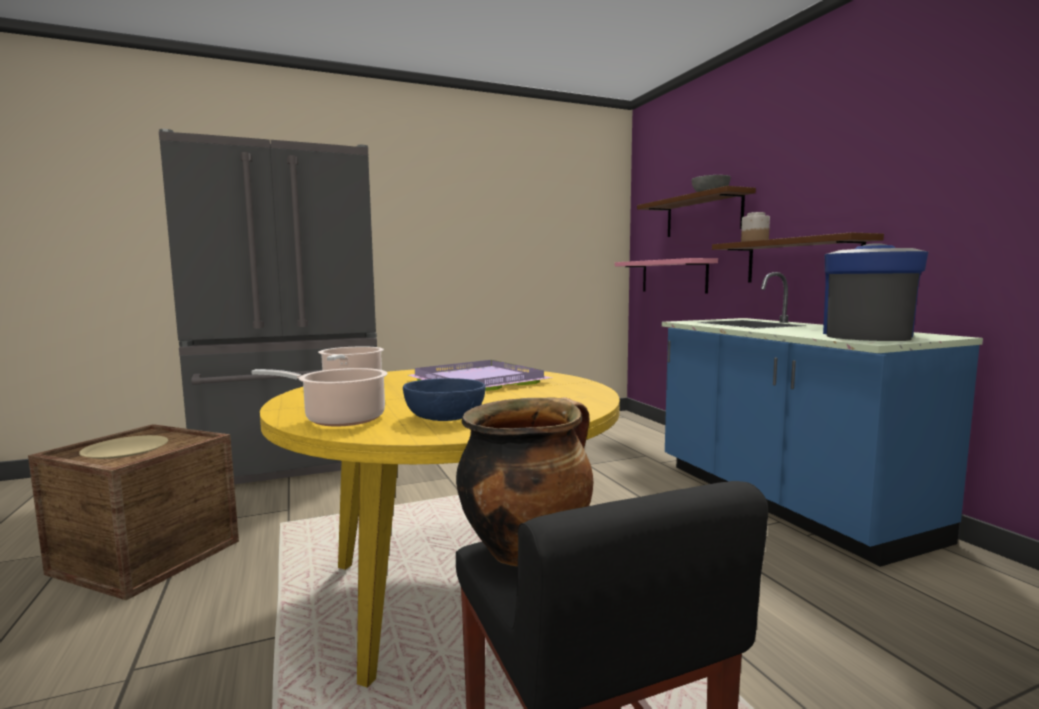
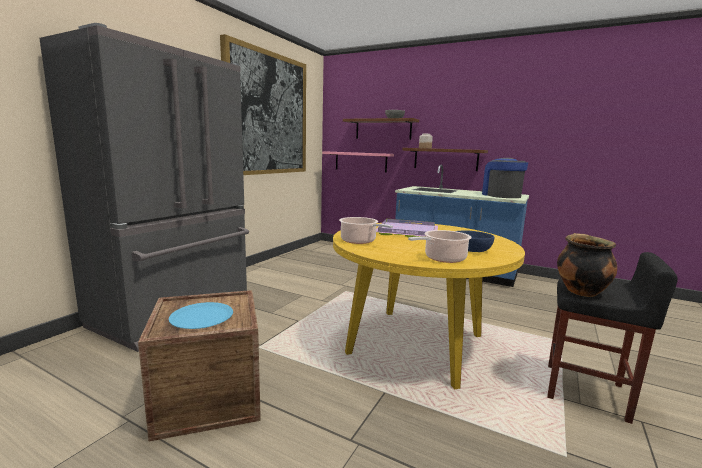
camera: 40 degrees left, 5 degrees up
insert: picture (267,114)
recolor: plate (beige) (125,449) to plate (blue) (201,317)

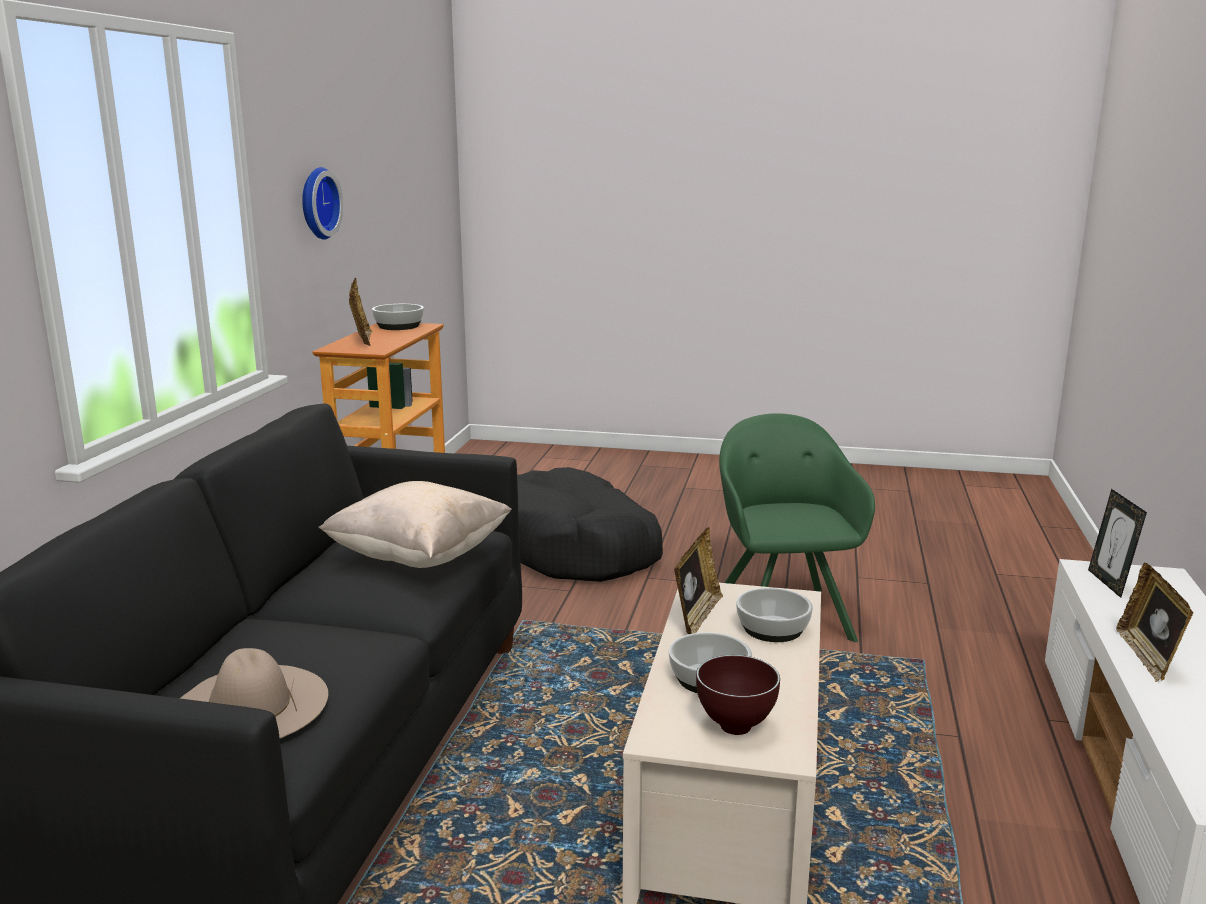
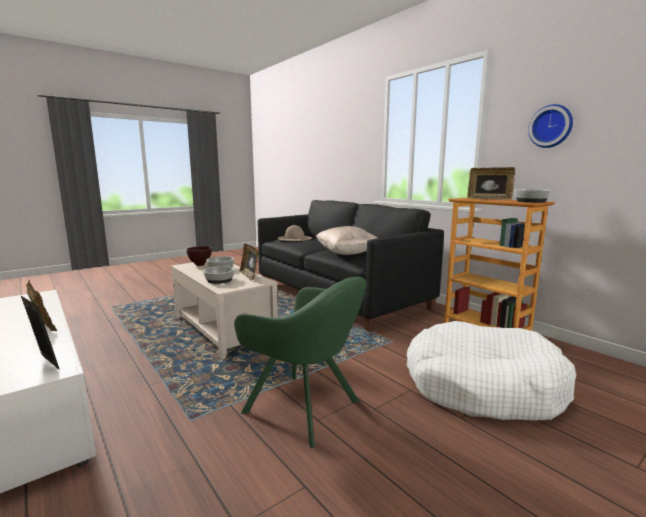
camera: 130 degrees right, 5 degrees down
recolor: dog bed (black) (578,549) to dog bed (white) (482,386)

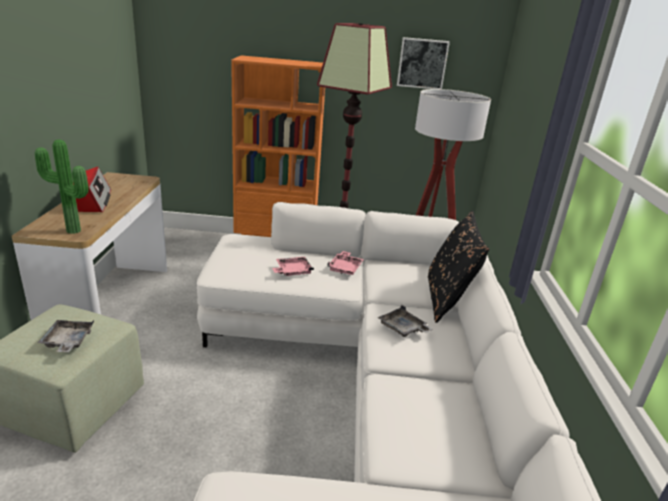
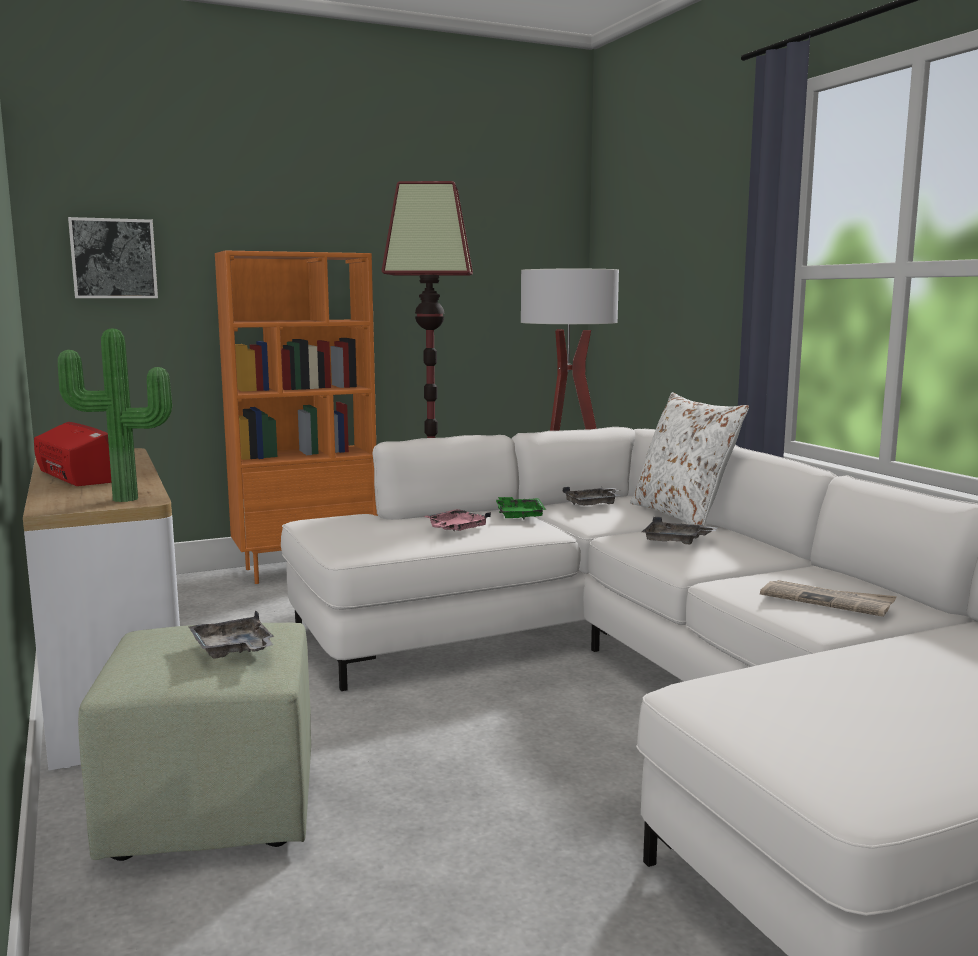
camera: 25 degrees left, 15 degrees down
insert: tray (grey) (593,504); newspaper (827,601)
move: picture (422,63) to (113,258)
recolor: pillow (black) (447,300) to pillow (white) (683,515); tray (pink) (345,268) to tray (green) (519,515)

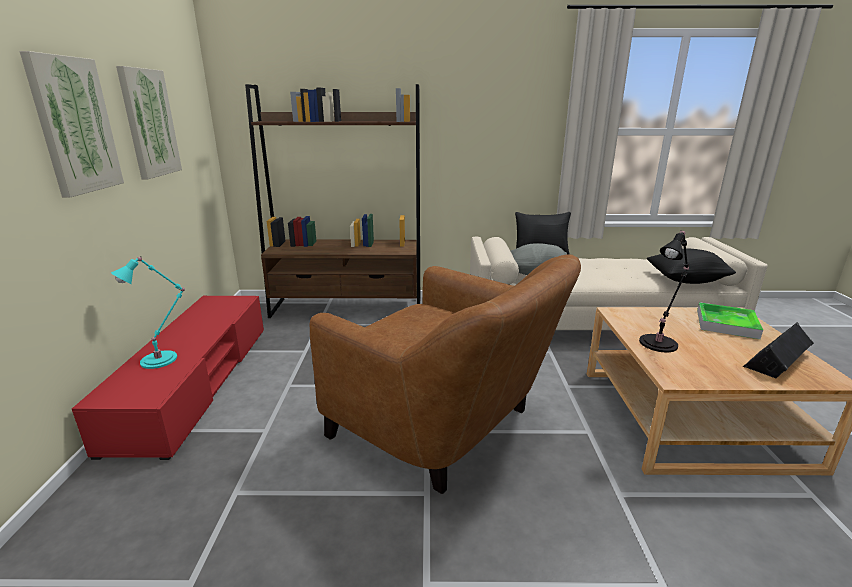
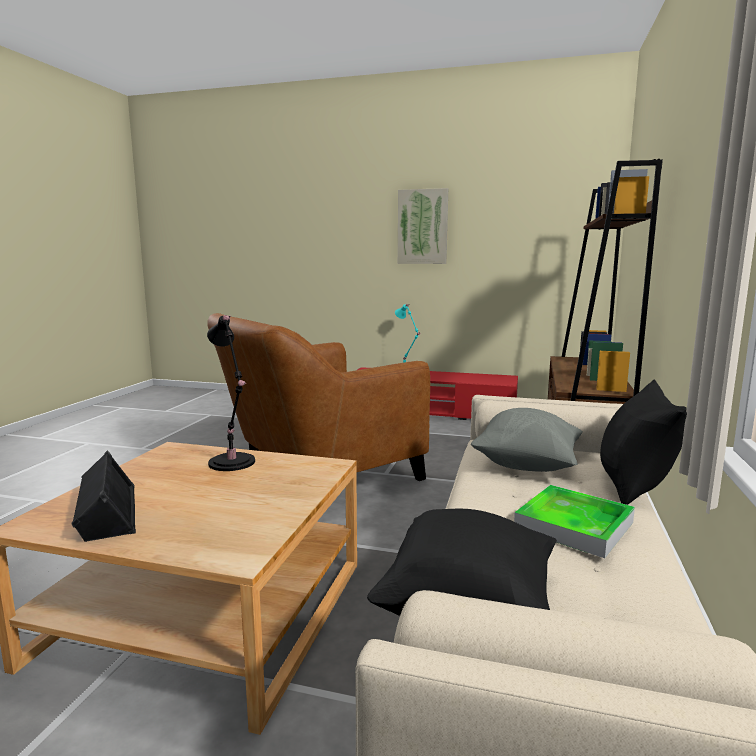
camera: 105 degrees right, 10 degrees down
delete: picture (149,123)
move: tray (726,324) to (574,525)

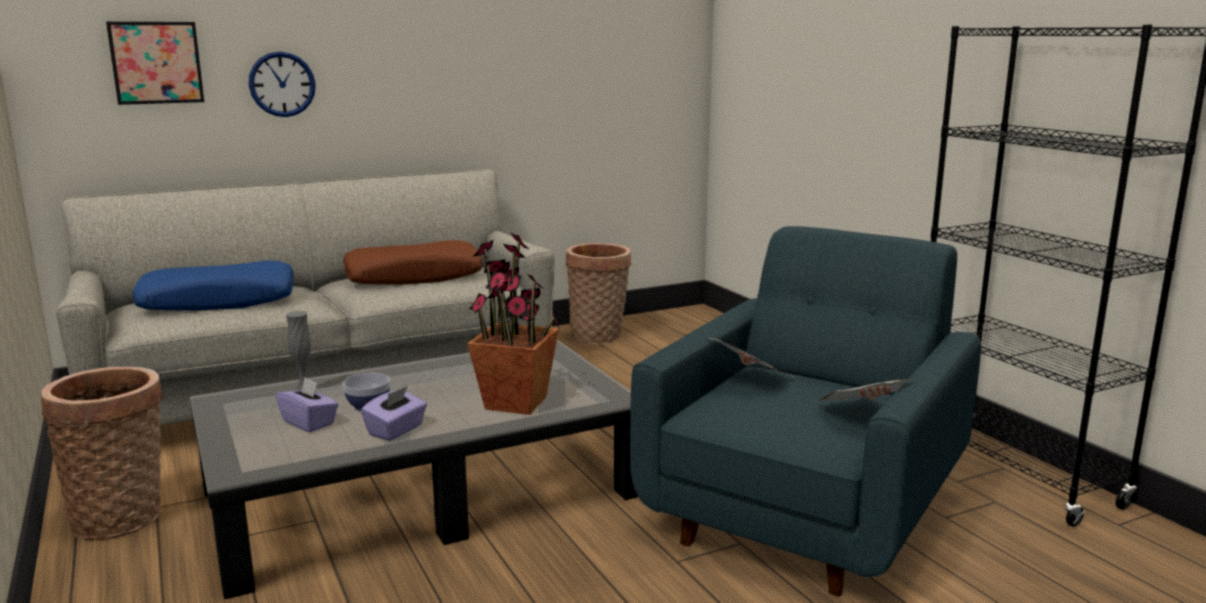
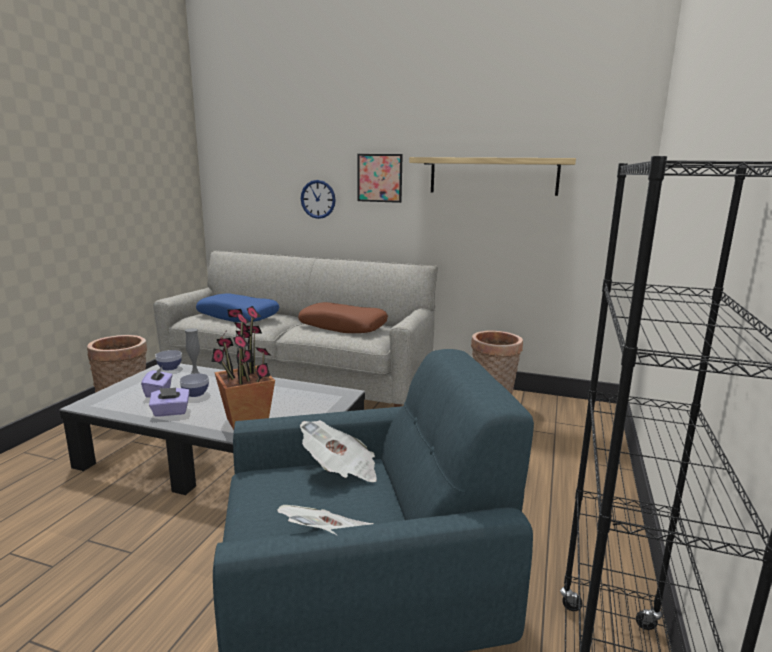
camera: 45 degrees right, 0 degrees up
insert: shelf (493,176); bowl (169,368)
move: picture (156,62) to (379,178)

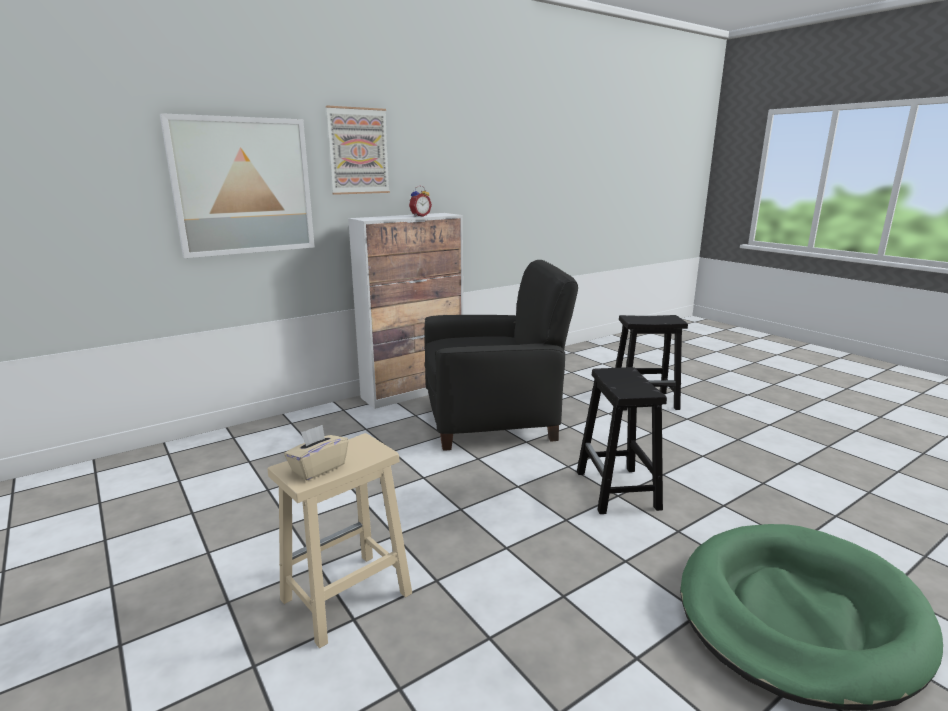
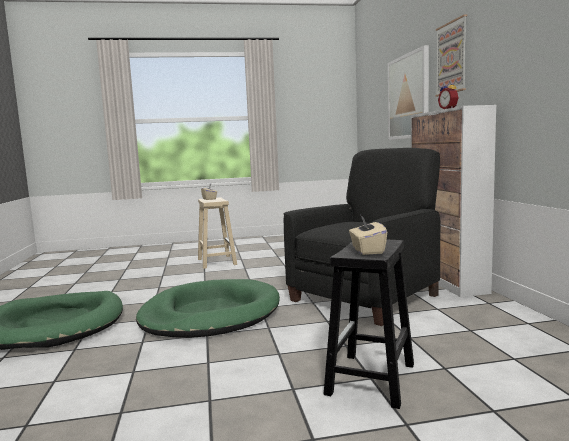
camera: 115 degrees right, 10 degrees down
insert: tissue box (beige) (367,250)
replace: stool (black) (618,491) to dog bed (green) (210,314)
rotate: armchair (black) (491,419) = (365,297) 150 degrees counterclockwise

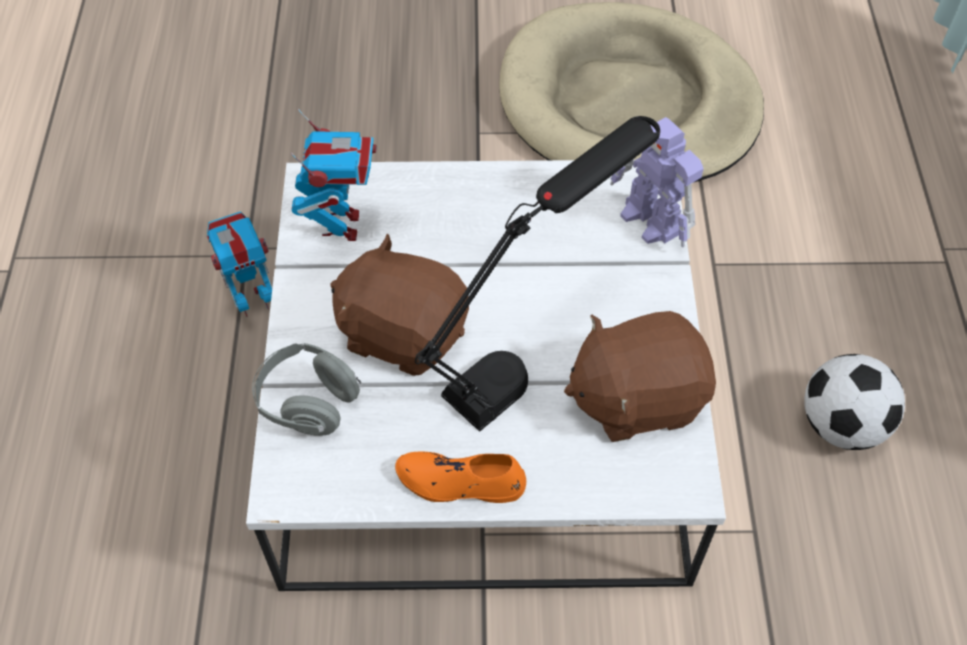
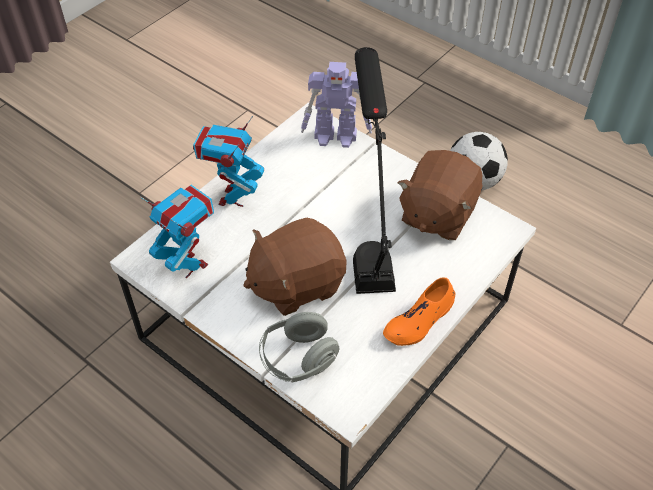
camera: 50 degrees left, 5 degrees down
delete: dog bed (beige) (627,104)
move: toy robot (252,301) to (233,197)

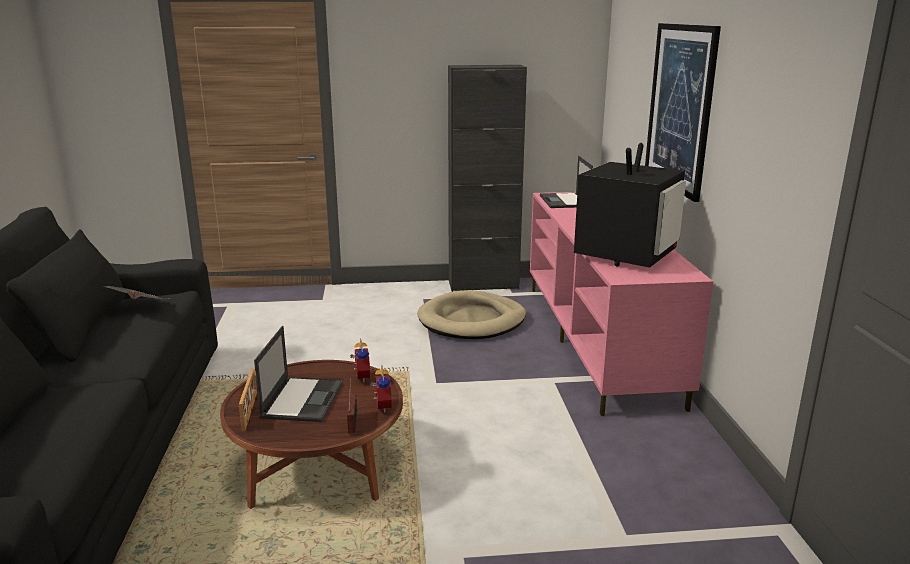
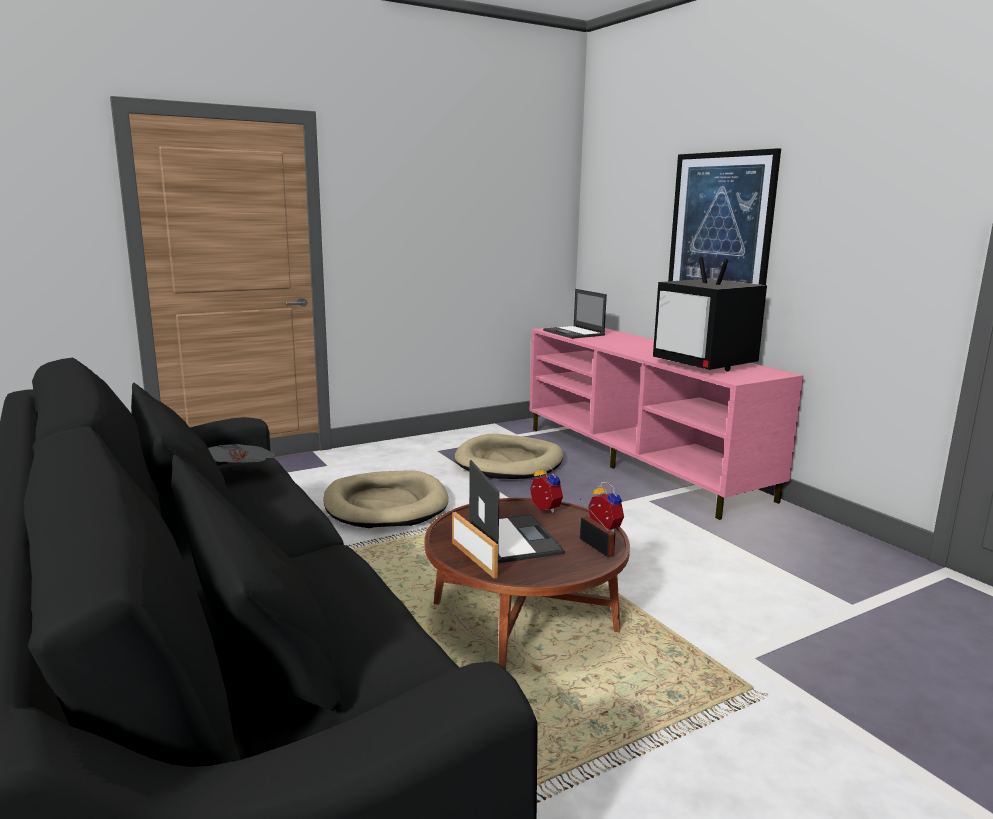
camera: 25 degrees left, 5 degrees down
delete: cabinet (black) (483,285)
insert: dog bed (beige) (386,505)
rotate: television (625,256) = (705,365) 135 degrees clockwise

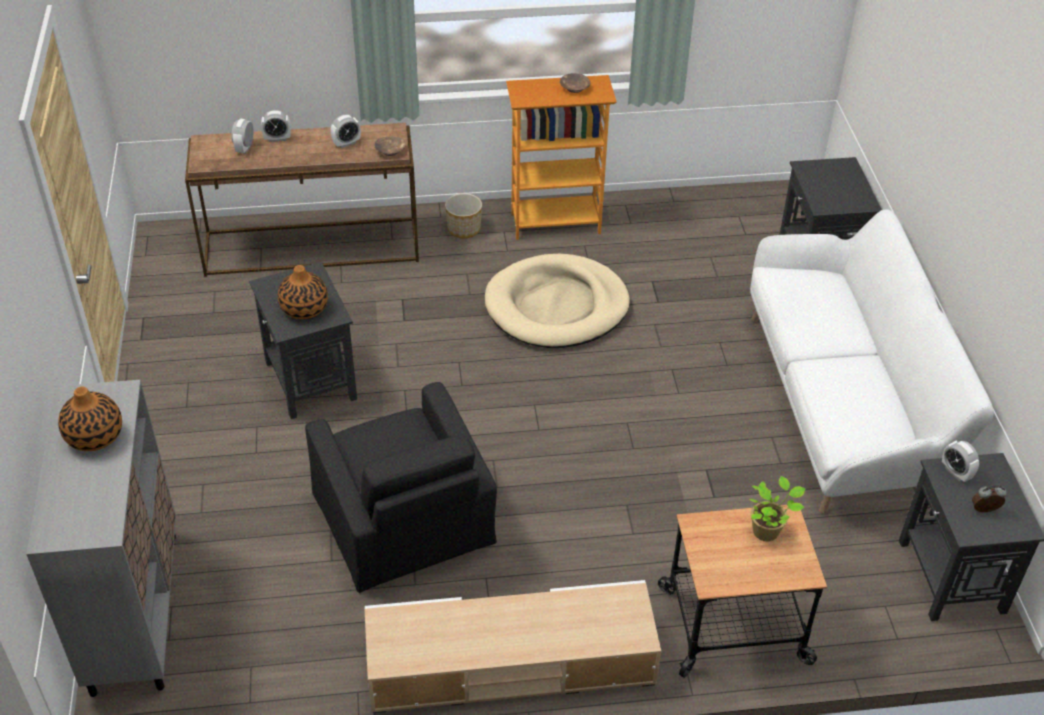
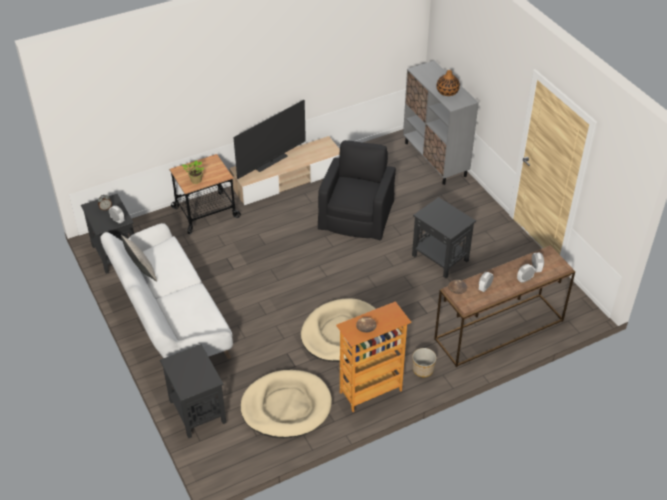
camera: 160 degrees right, 0 degrees up
delete: vase (304,308)
insert: television (271,162); pillow (beige) (141,271); dog bed (beige) (286,406)
rotate: armchair (black) (404,520) = (356,213) 60 degrees clockwise

